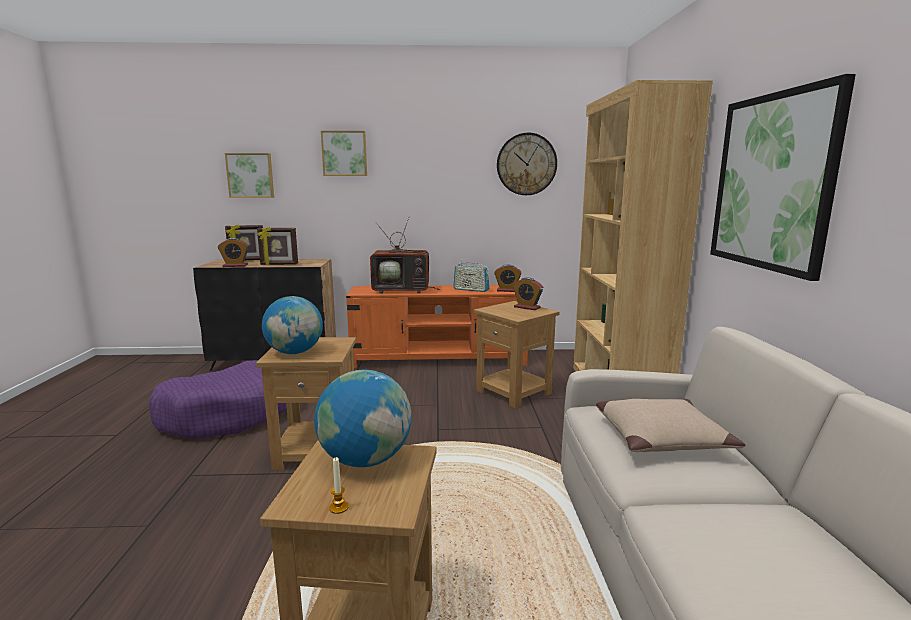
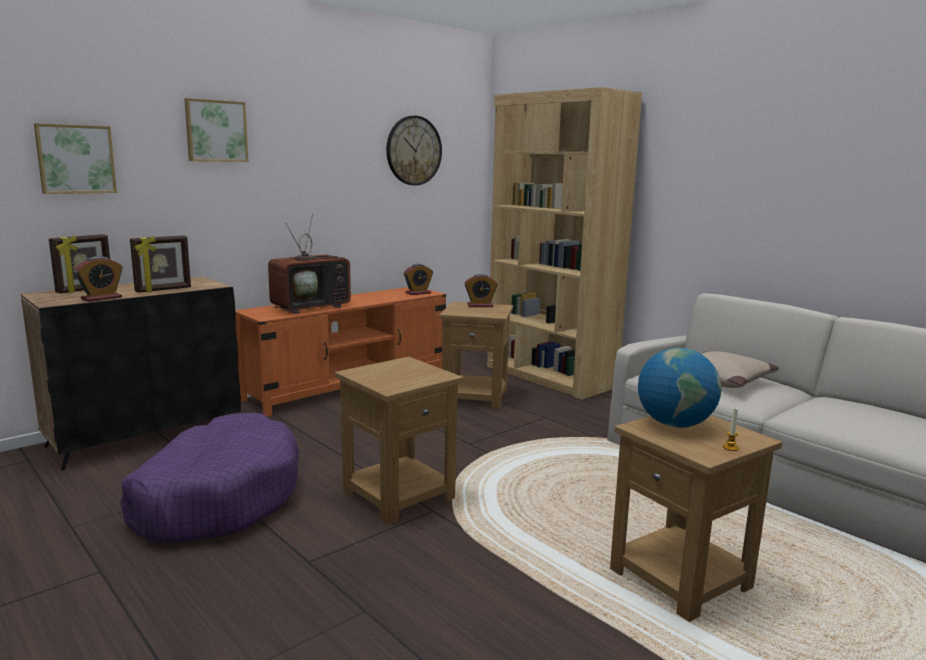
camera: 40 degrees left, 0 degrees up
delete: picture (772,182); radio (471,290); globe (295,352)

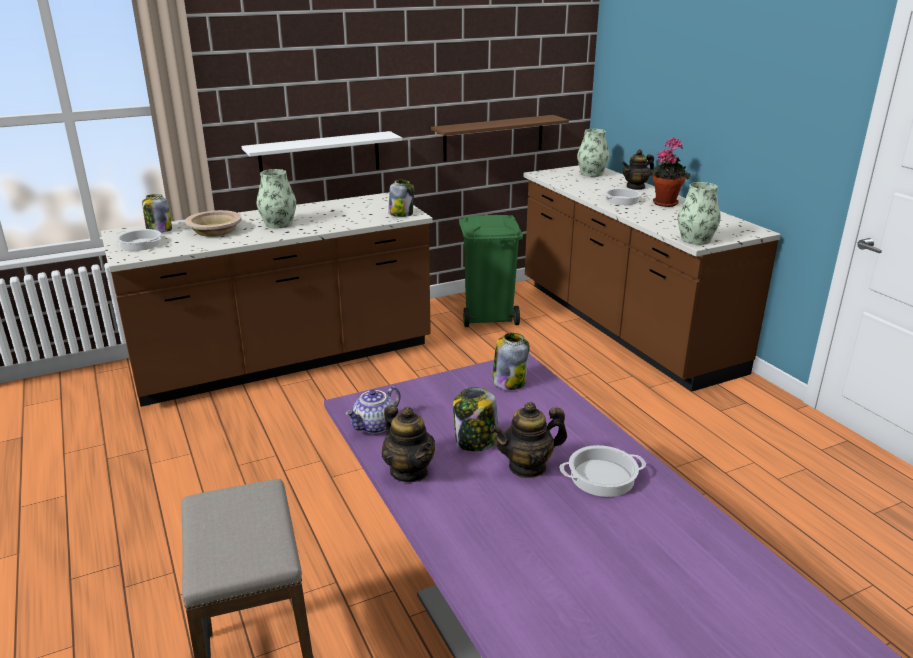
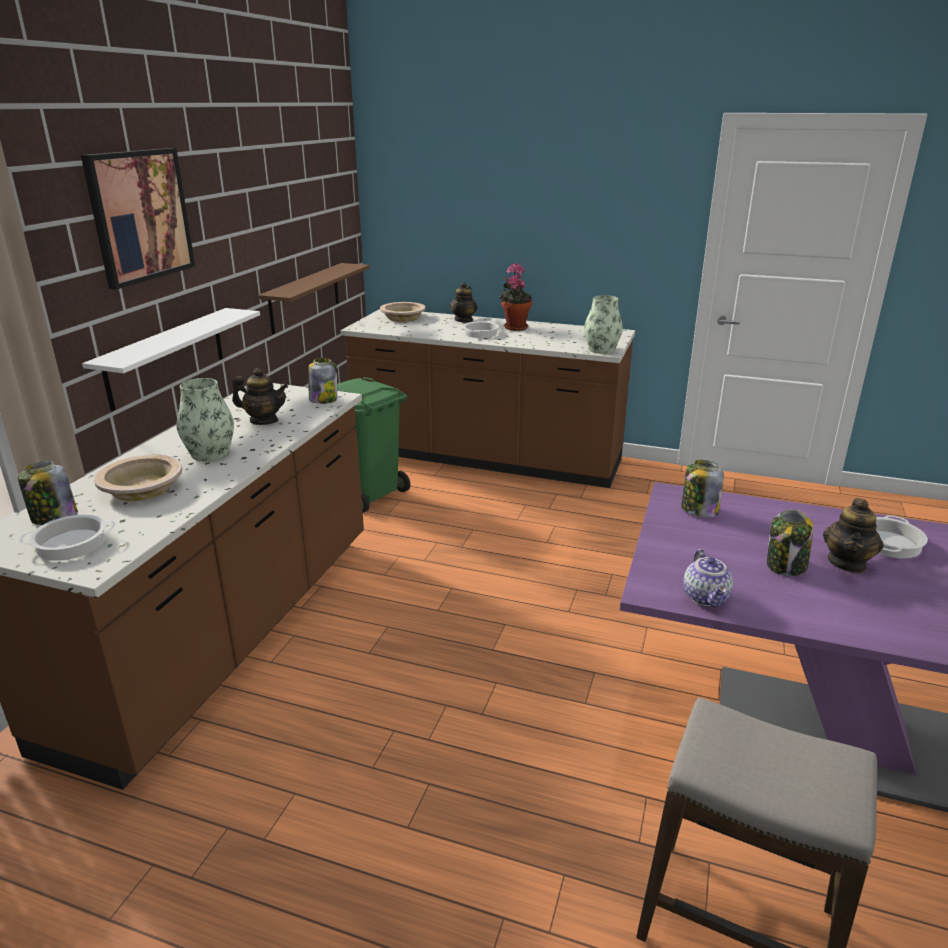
camera: 45 degrees left, 0 degrees up
insert: picture (140,216)
move: teapot (409,471) to (264,421)
replace: vase (591,174) to bowl (beige) (403,317)

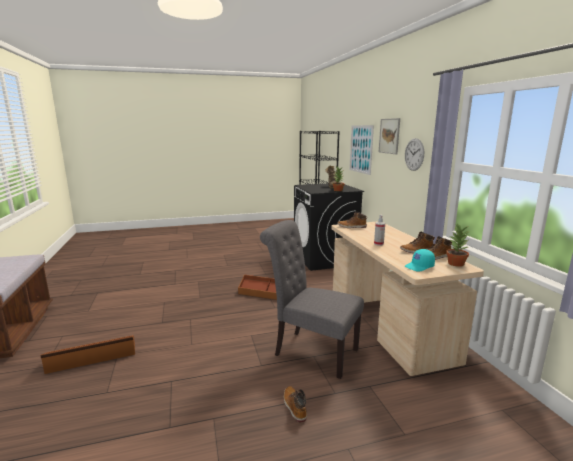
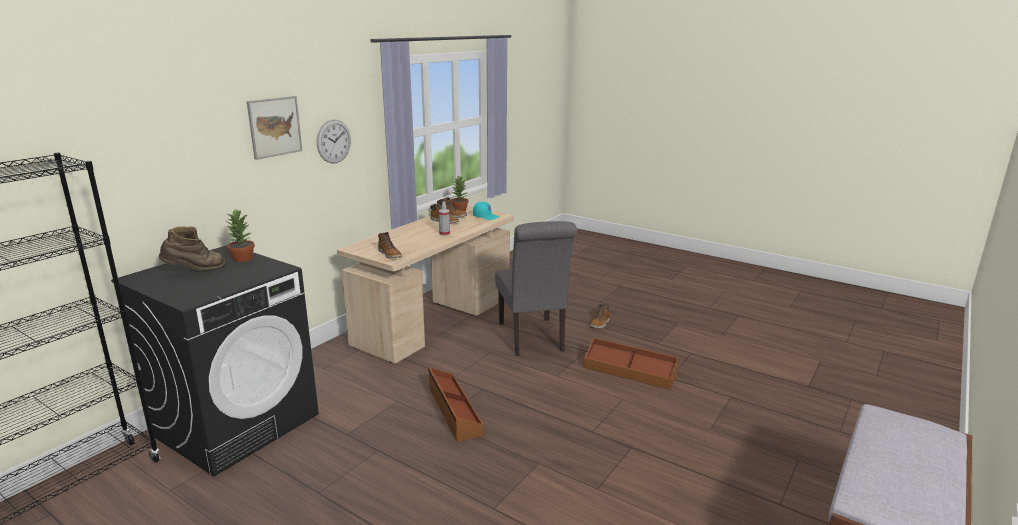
camera: 130 degrees left, 5 degrees up
delete: picture (361,149)
move: storage box (brown) (92,358) to (629,372)

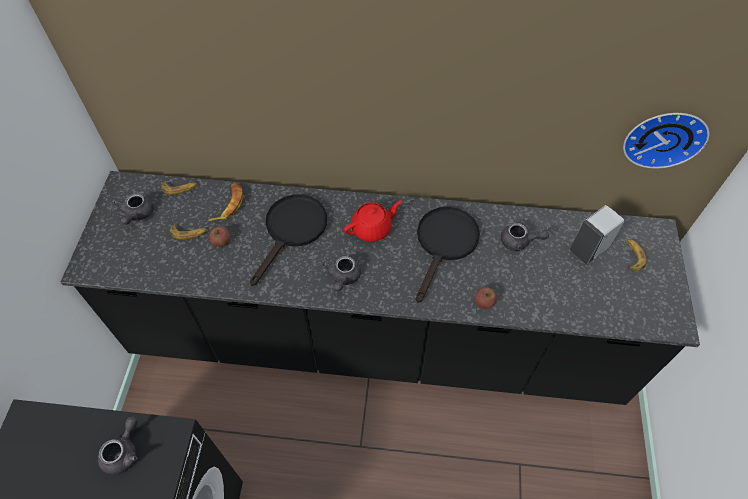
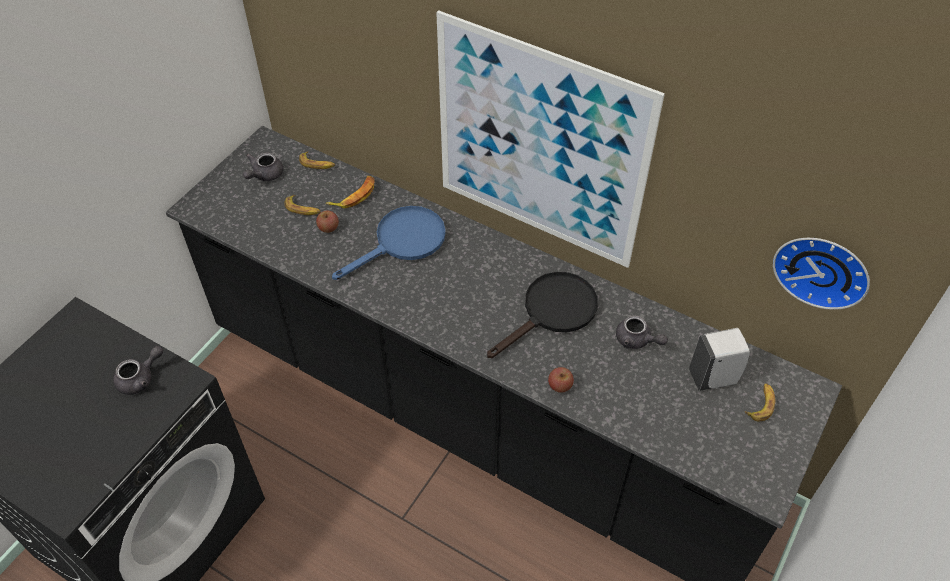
camera: 25 degrees right, 5 degrees down
delete: teapot (red) (372,228); teapot (grey) (343,278)
insert: picture (539,145)
recolor: frying pan (black) (292,230) to frying pan (blue) (402,242)

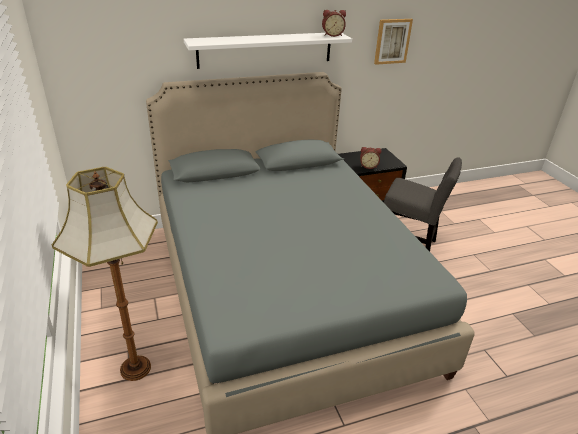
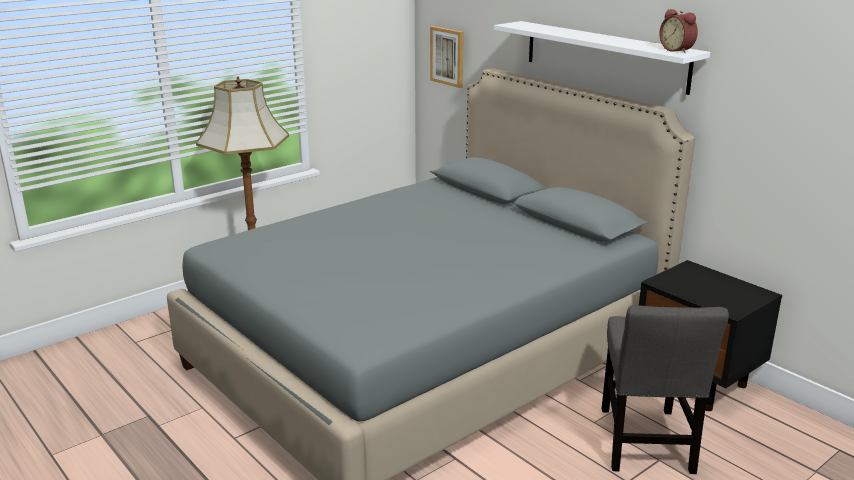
camera: 70 degrees right, 10 degrees down
delete: alarm clock (368,166)
move: picture (392,41) to (448,56)

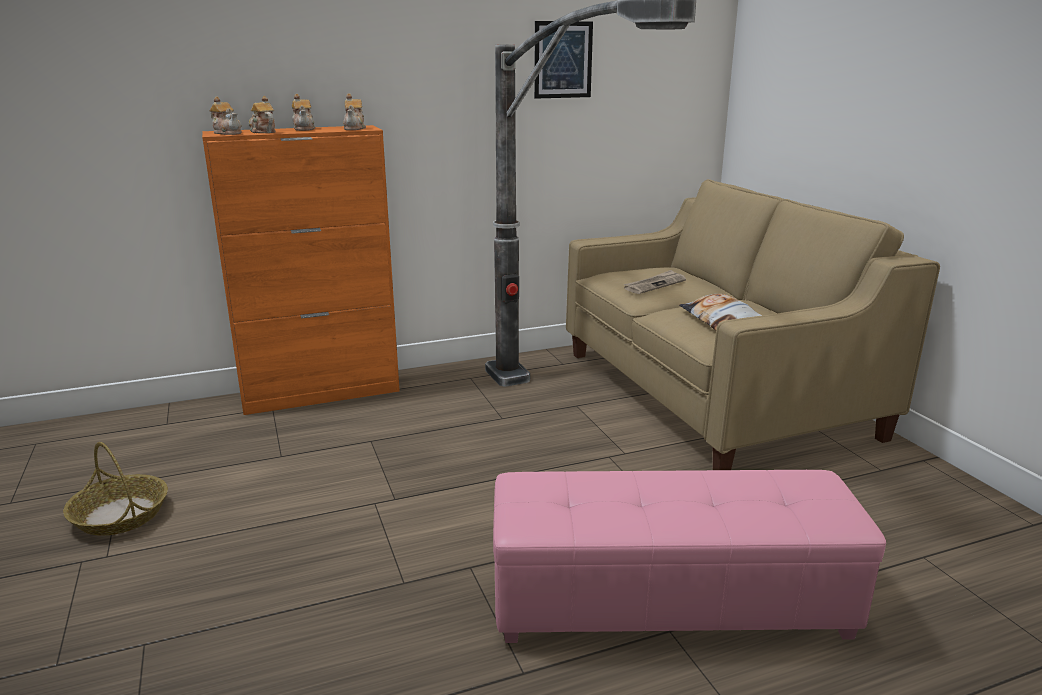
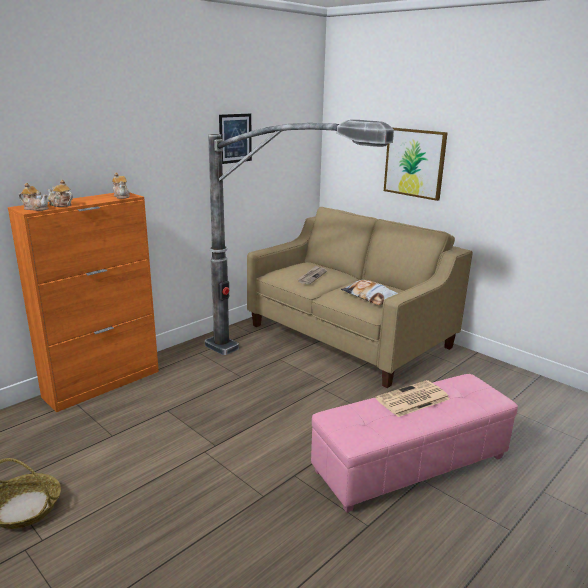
camera: 25 degrees left, 0 degrees up
delete: teapot (304,129)
insert: picture (414,163); newspaper (412,399)

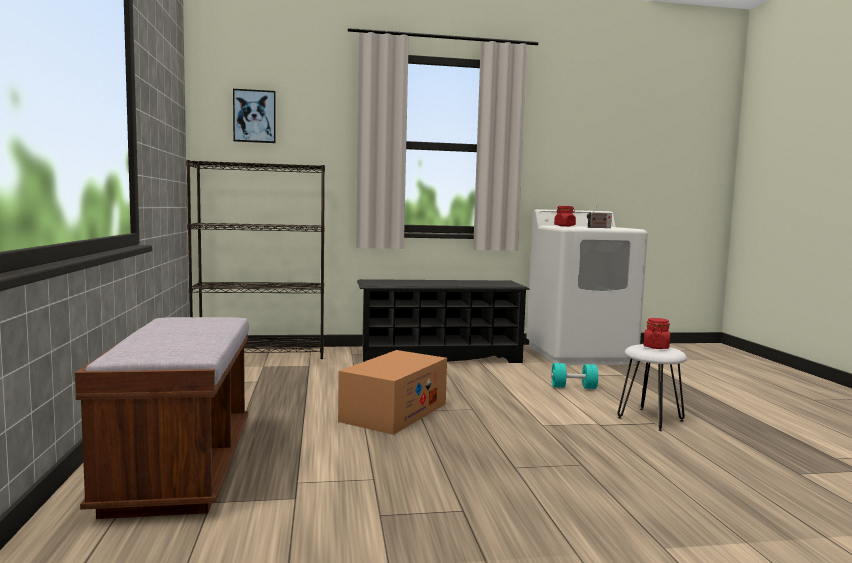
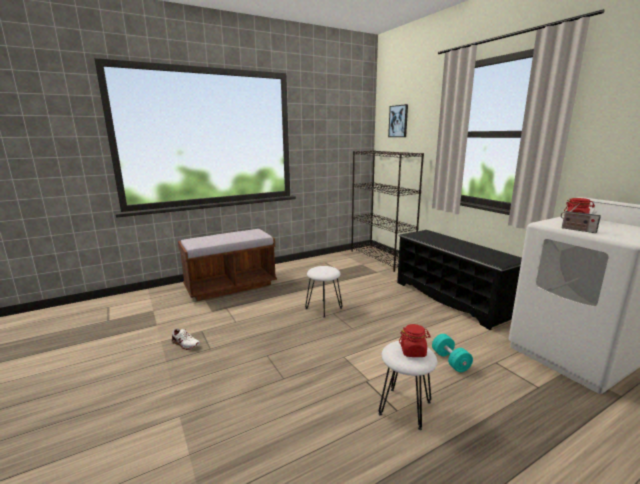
camera: 70 degrees right, 10 degrees up
insert: shoe (white) (185,344)
replace: cardboard box (394,412) to stool (white) (324,308)

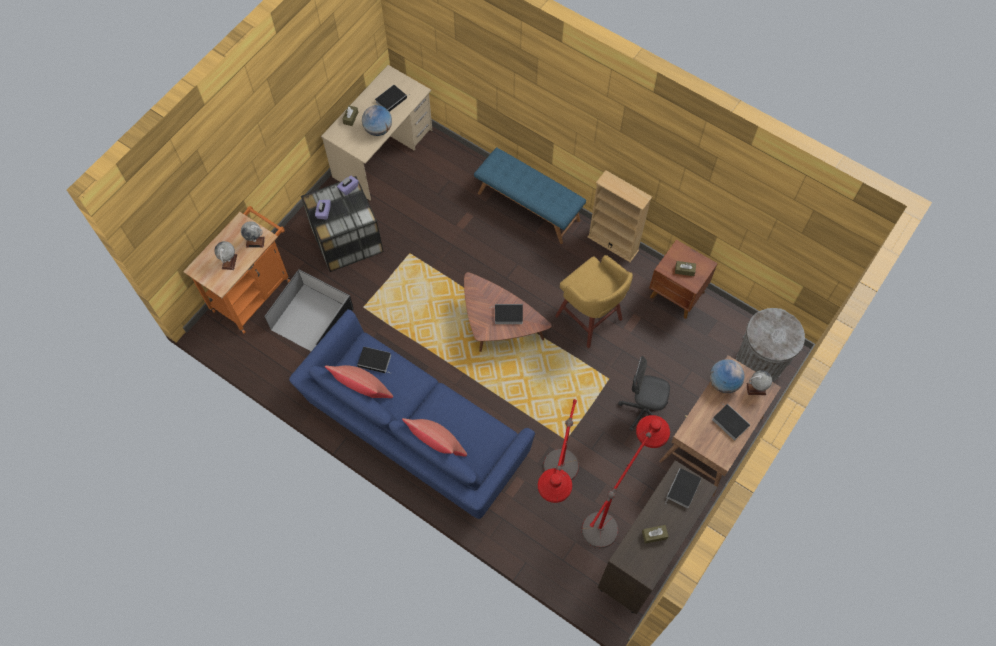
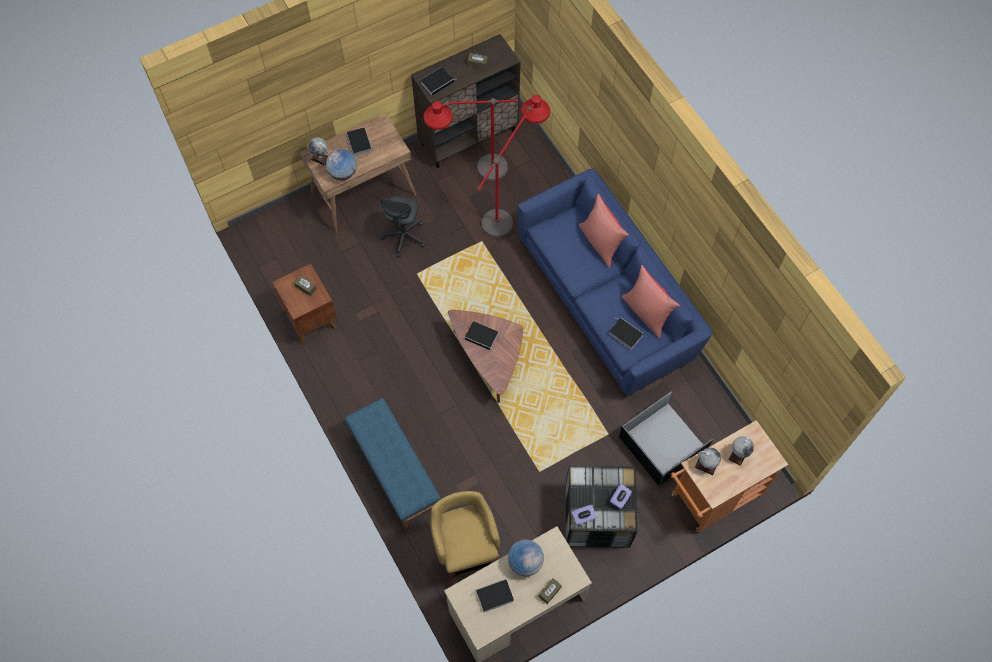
camera: 155 degrees left, 0 degrees up
delete: bookcase (beige) (613,243); trash can (grey) (758,363)
move: stool (yellow) (590,319) to (466,554)
rotate: office chair (grey) (643,411) = (404,237) 60 degrees clockwise

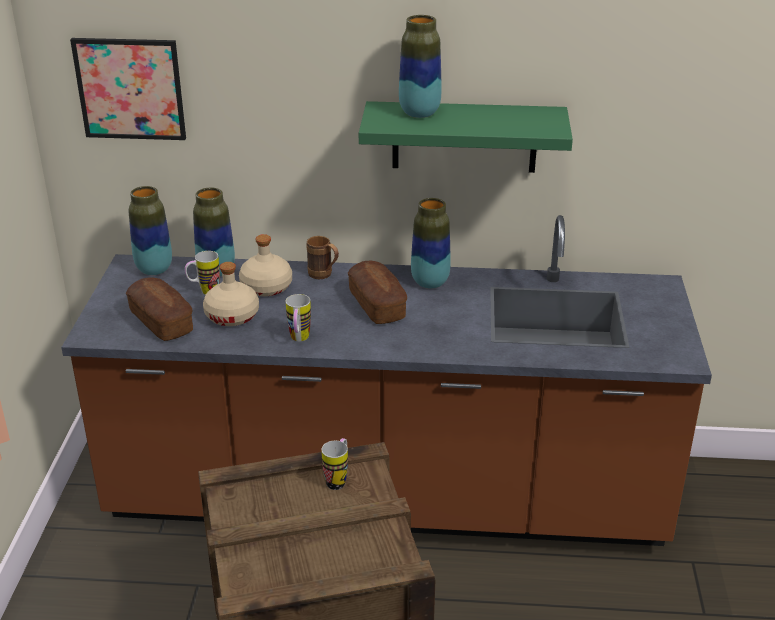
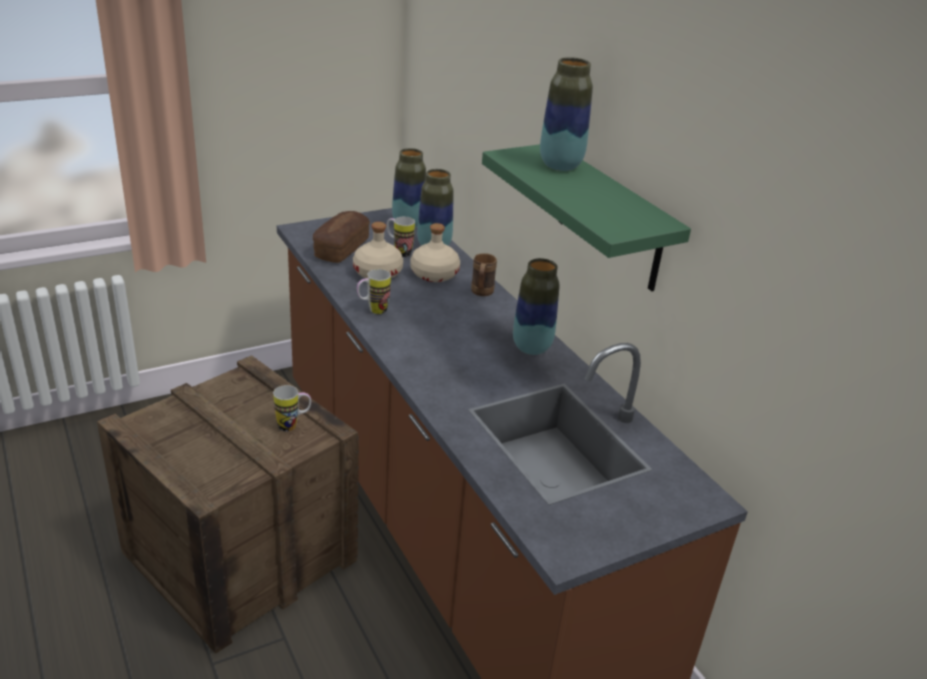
camera: 55 degrees right, 0 degrees up
delete: picture (130,89); bread (377,305)

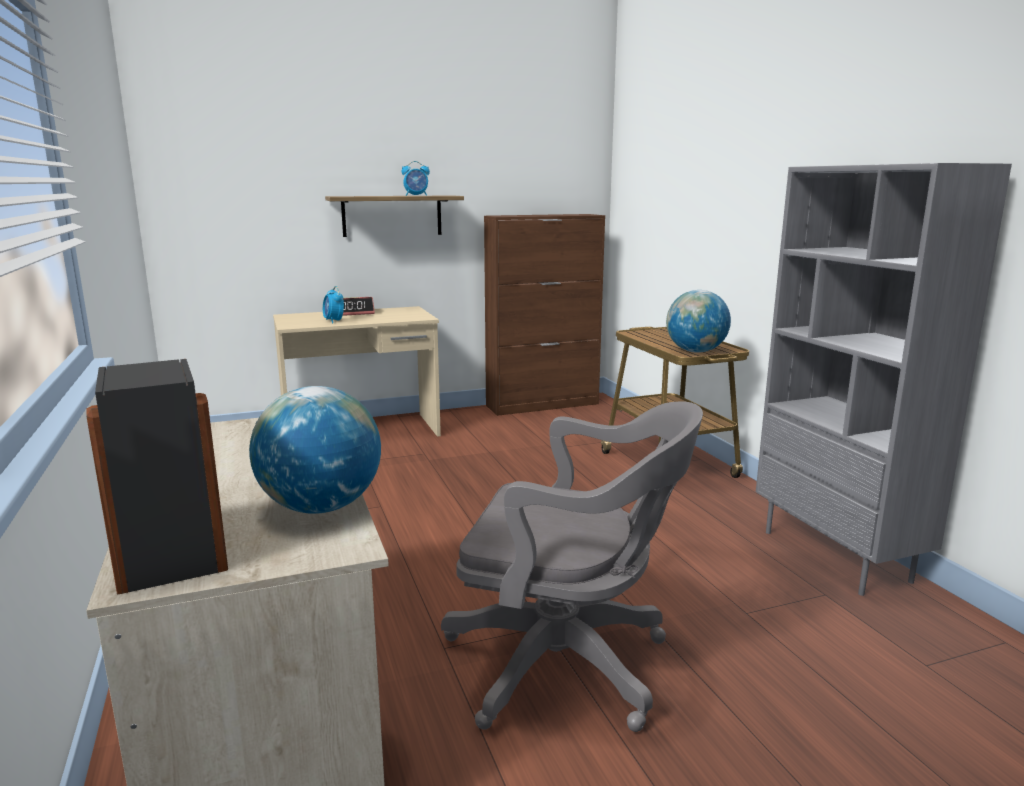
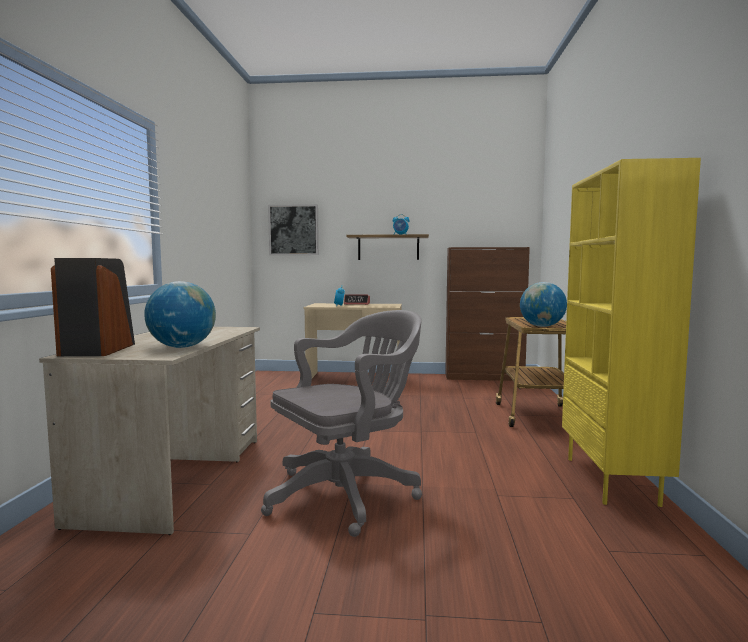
camera: 25 degrees right, 10 degrees down
insert: picture (294,230)
recolor: bookcase (grey) (837,556) to bookcase (yellow) (612,481)
rotate: office chair (grey) (569,664) = (348,493) 75 degrees counterclockwise

